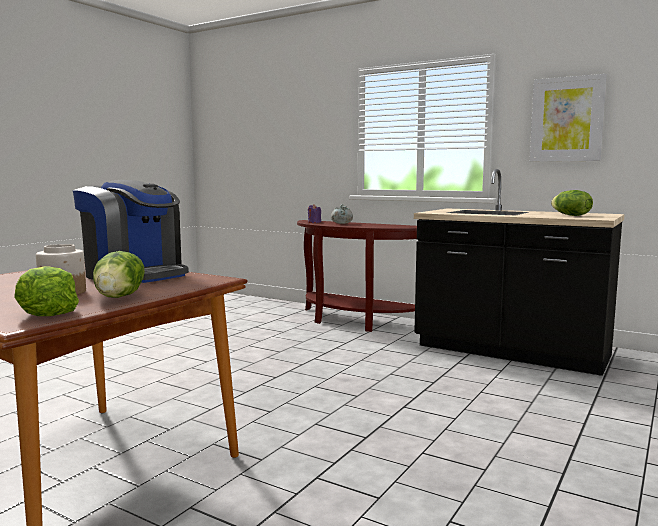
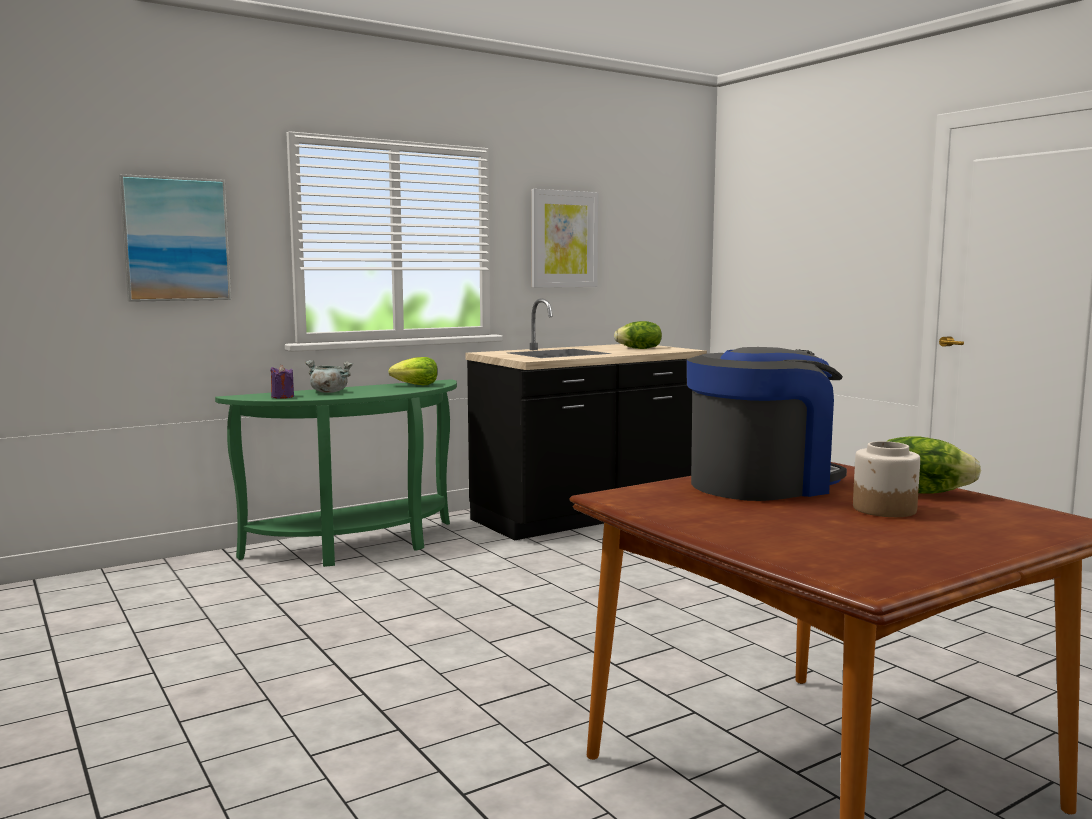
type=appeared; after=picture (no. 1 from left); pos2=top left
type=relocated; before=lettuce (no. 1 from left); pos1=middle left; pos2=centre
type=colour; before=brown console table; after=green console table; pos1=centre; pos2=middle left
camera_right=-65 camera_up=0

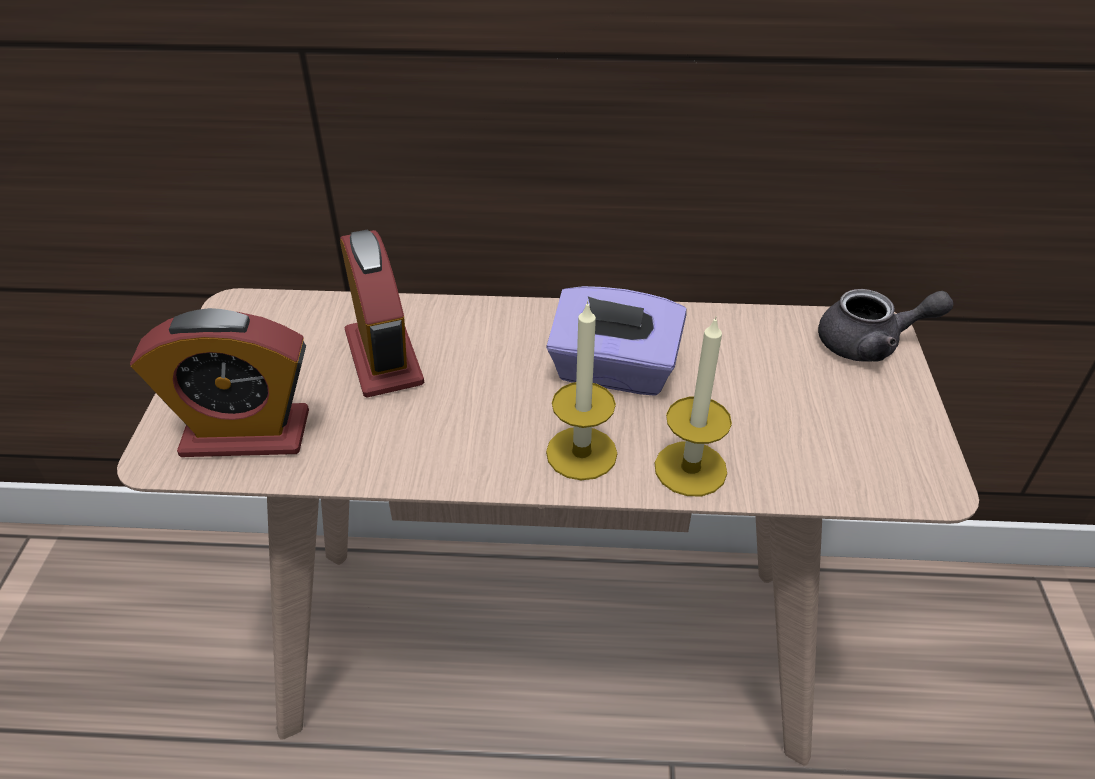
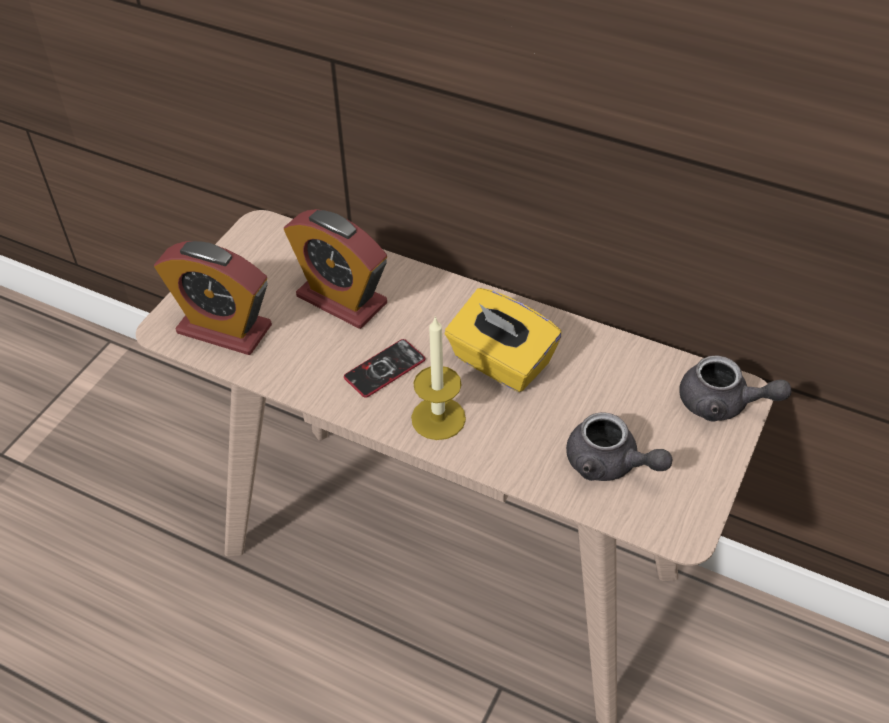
type=missing; before=candle (no. 2 from left); pos1=centre
type=appeared; after=phone; pos2=centre
type=appeared; after=grey teapot (no. 1 from left); pos2=middle right
type=colour; before=purple tissue box; after=yellow tissue box; pos1=centre; pos2=centre
type=spun; before=alarm clock (no. 2 from left); pos1=centre; pos2=centre; turn=120
camera_right=25 camera_up=5

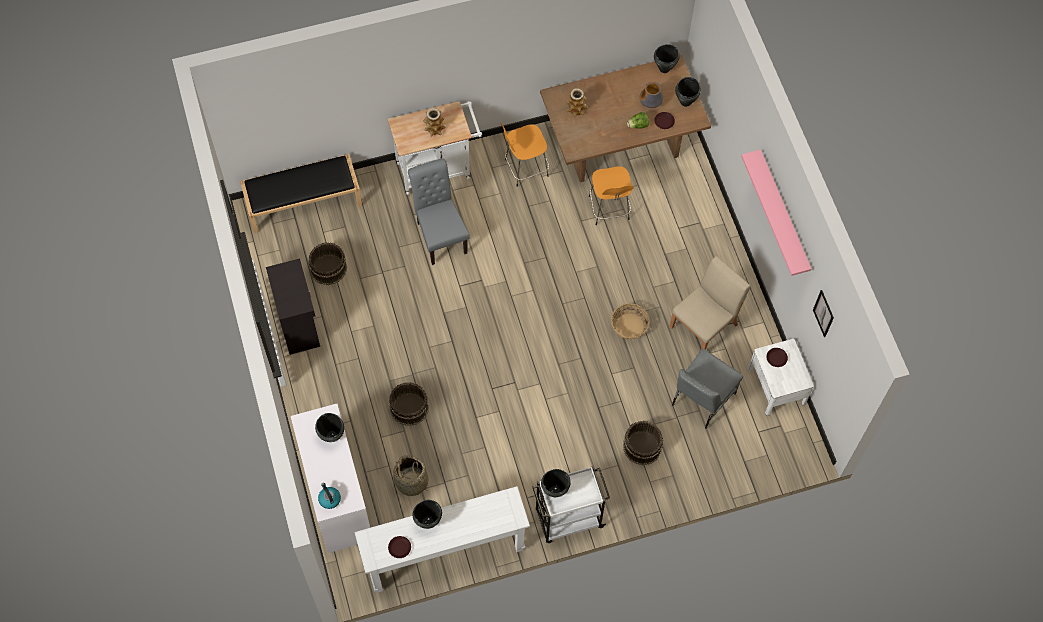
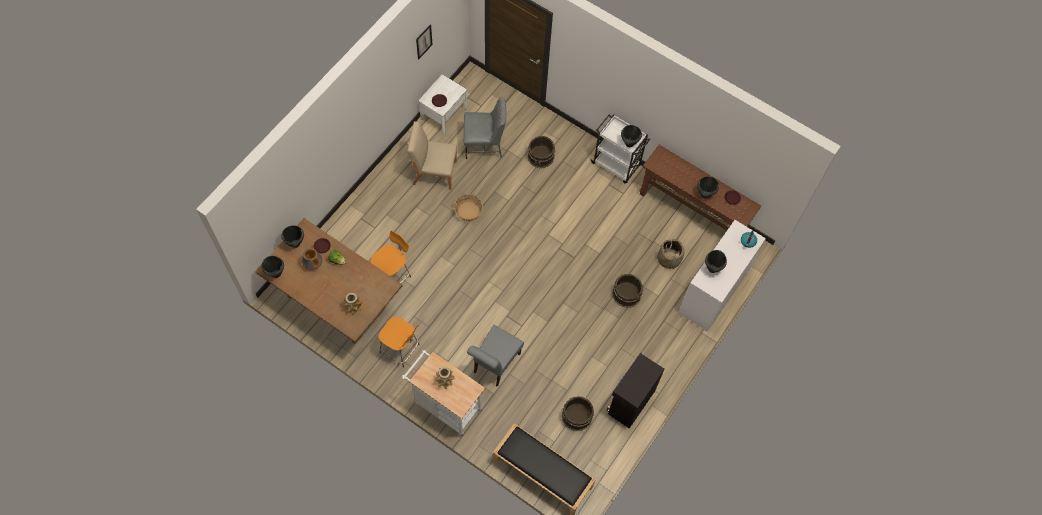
type=missing; before=pink shelf; pos1=middle right
type=colour; before=white console table; after=brown console table; pos1=bottom centre; pos2=middle right
camera_right=-130 camera_up=0

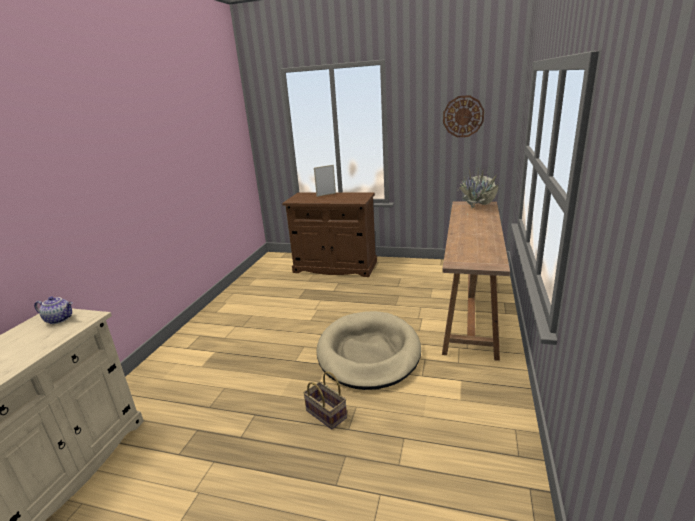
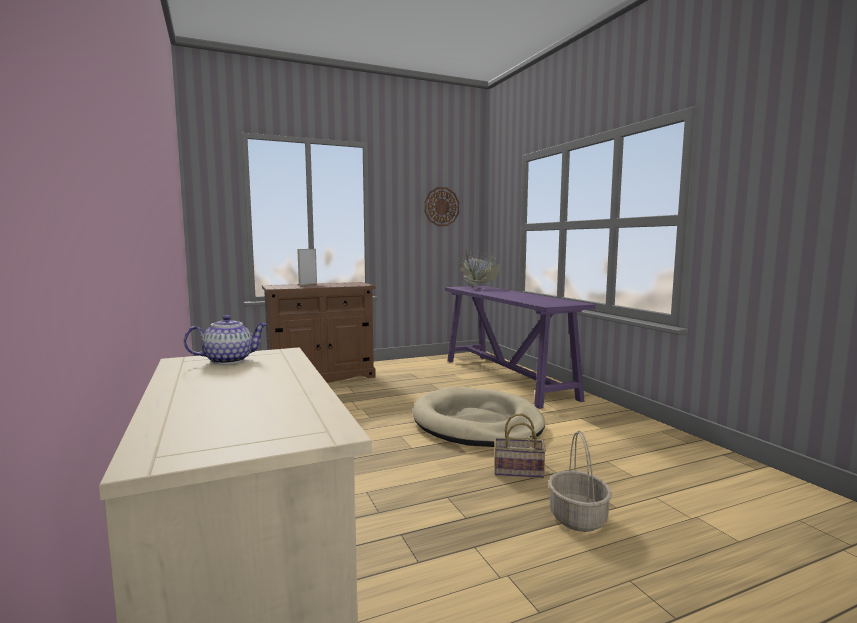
type=appeared; after=basket (no. 2 from left); pos2=bottom right
type=colour; before=brown console table; after=purple console table; pos1=middle right; pos2=centre
camera_right=-40 camera_up=-15

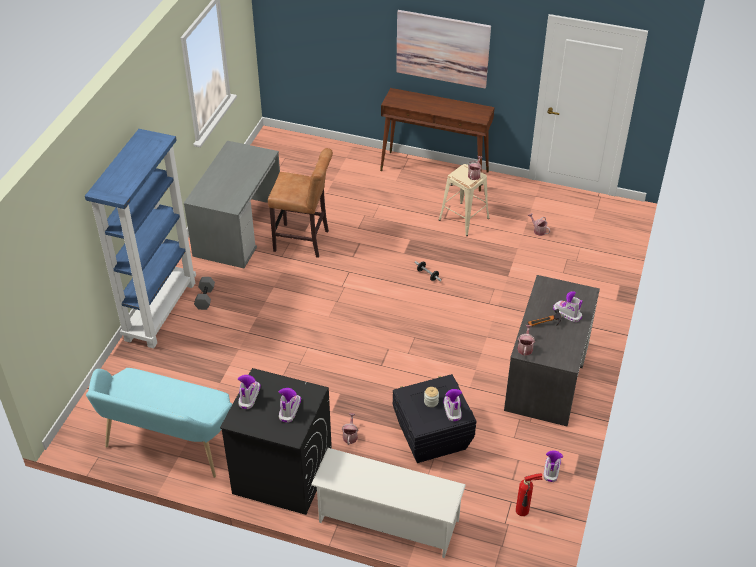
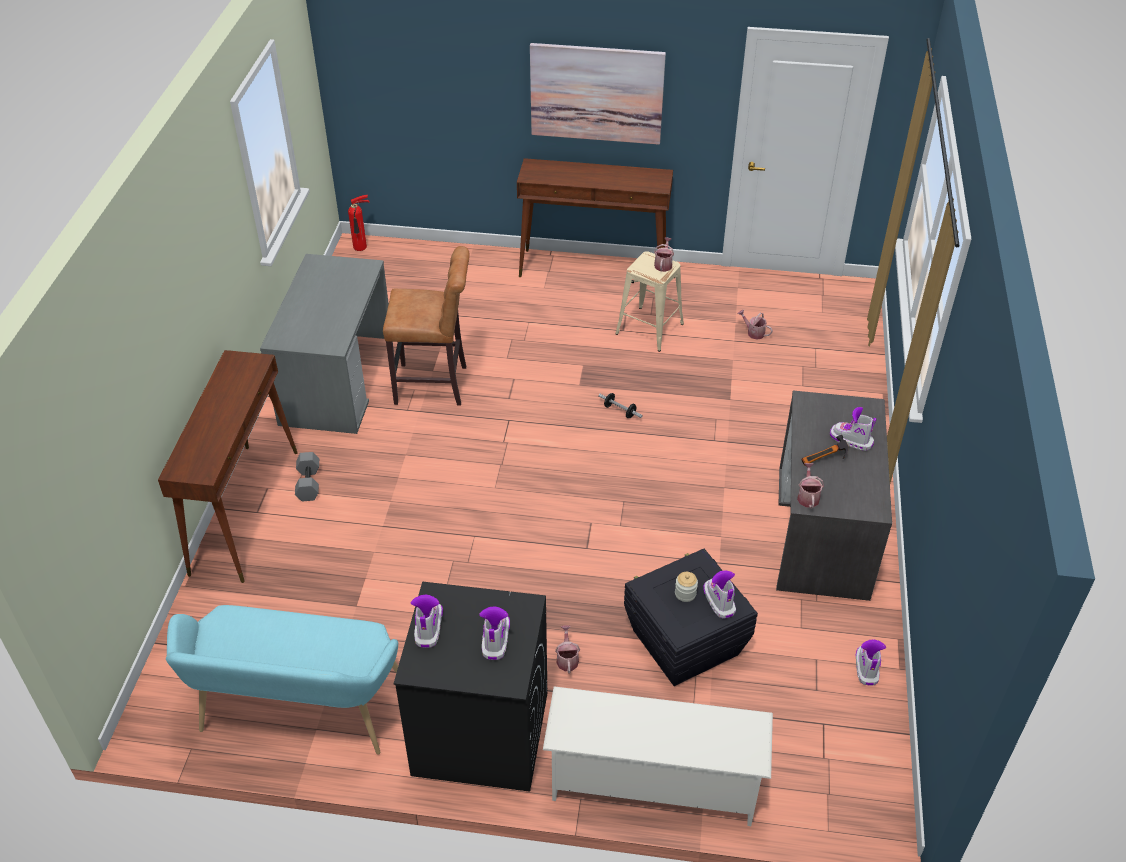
type=relocated; before=fire extinguisher; pos1=bottom right; pos2=top left
type=exchanged; before=blue bookcase; after=brown console table (no. 1 from left); pos1=middle left; pos2=middle left
camera_right=-10 camera_up=0

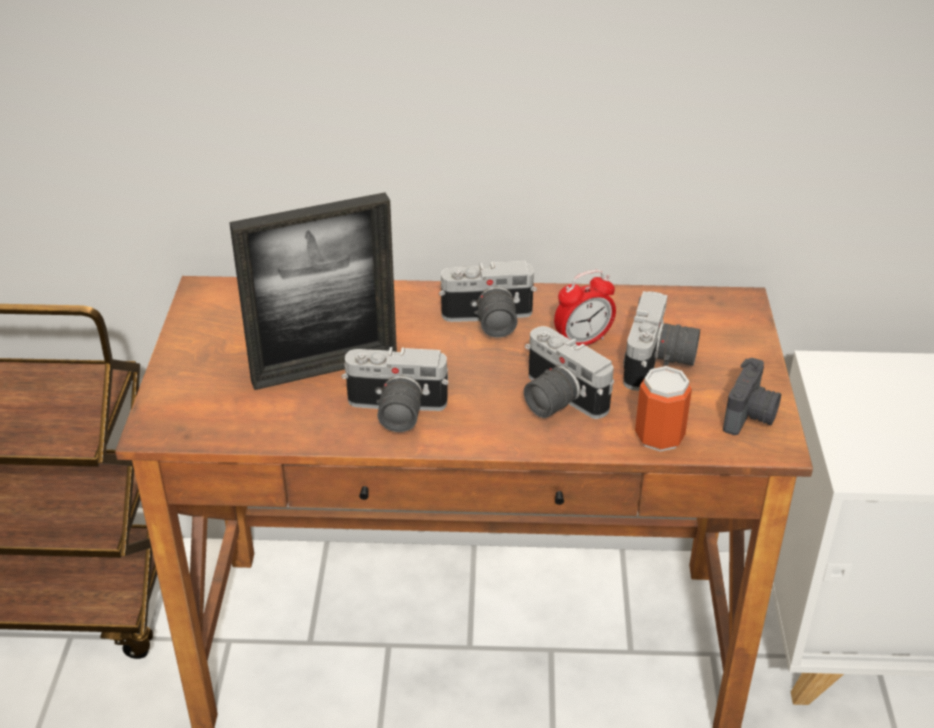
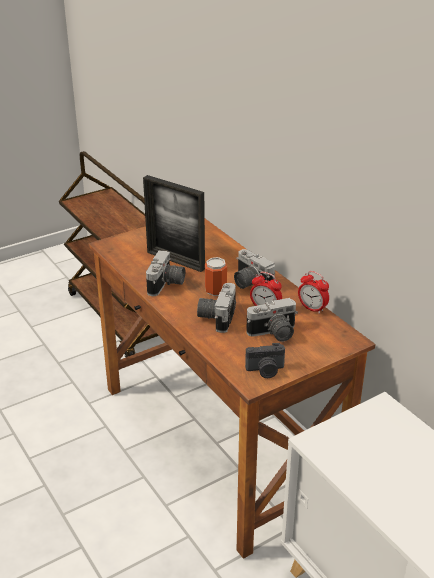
type=appeared; after=alarm clock (no. 2 from left); pos2=middle right
type=relocated; before=can; pos1=middle right; pos2=centre
type=spun; before=photo camera (no. 1 from left); pos1=centre; pos2=centre; turn=-135
camera_right=55 camera_up=-5

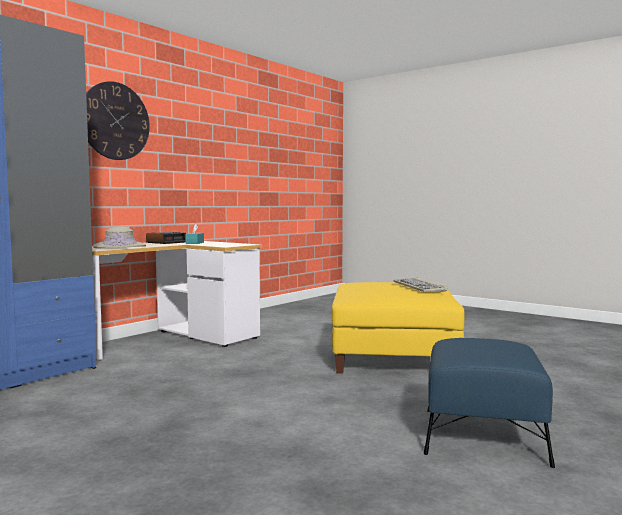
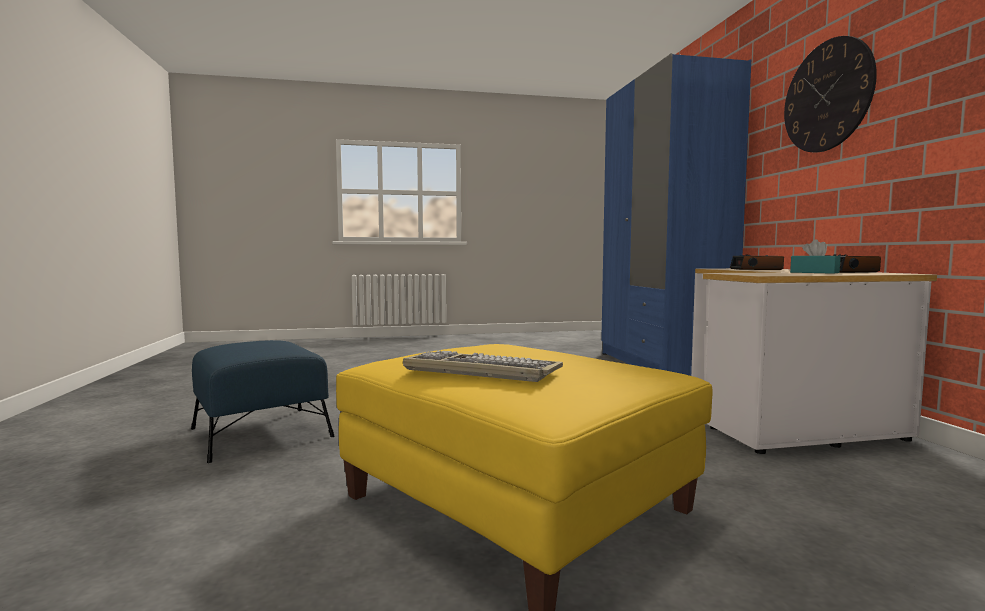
type=exchanged; before=beige hat; after=alarm clock (no. 1 from left); pos1=middle left; pos2=middle right
camera_right=130 camera_up=0

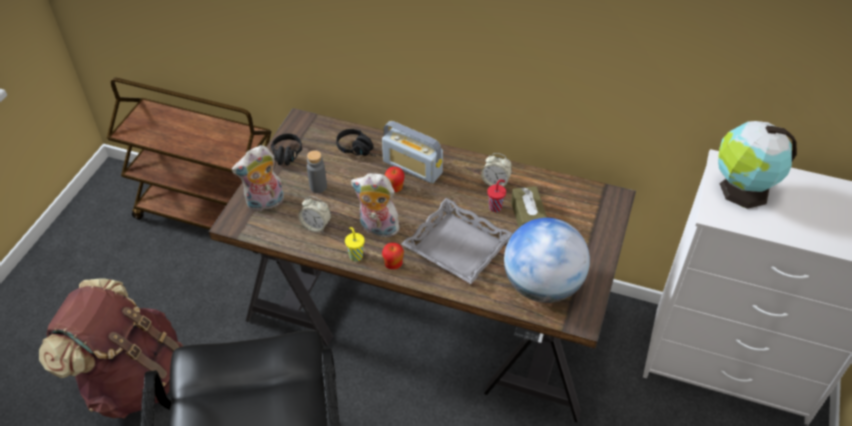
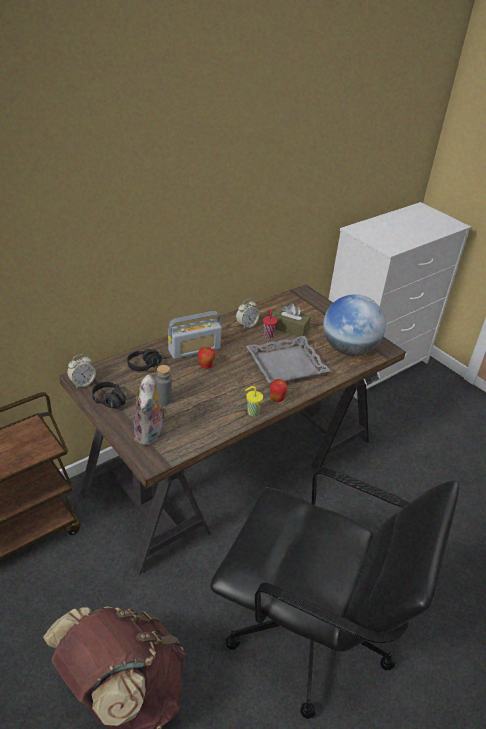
type=missing; before=plush toy (no. 2 from left); pos1=centre
type=missing; before=globe (no. 2 from left); pos1=middle right
type=relocated; before=alarm clock (no. 1 from left); pos1=centre; pos2=middle left
camera_right=-60 camera_up=-10

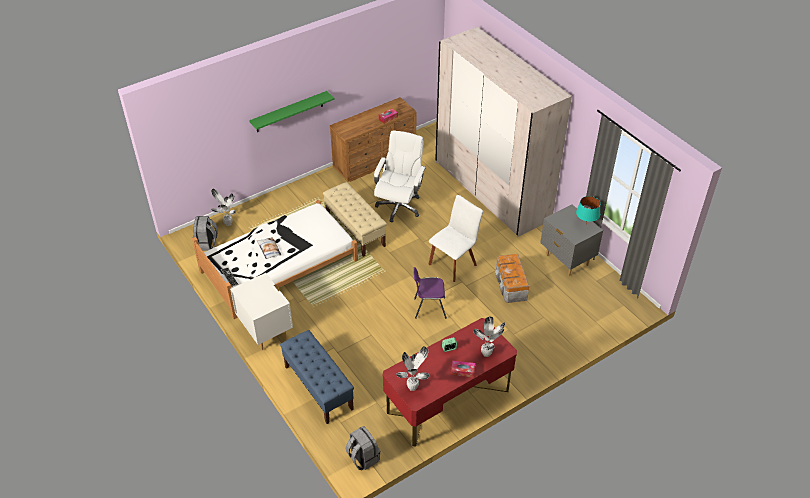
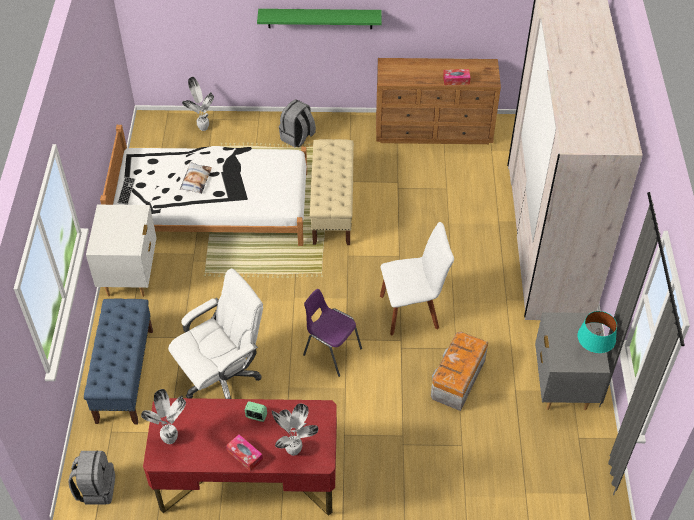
type=relocated; before=grey backpack (no. 1 from left in the first image); after=grey backpack (no. 2 from left); pos1=middle left; pos2=top centre
type=relocated; before=white office chair; pos1=centre; pos2=middle left
camera_right=35 camera_up=5

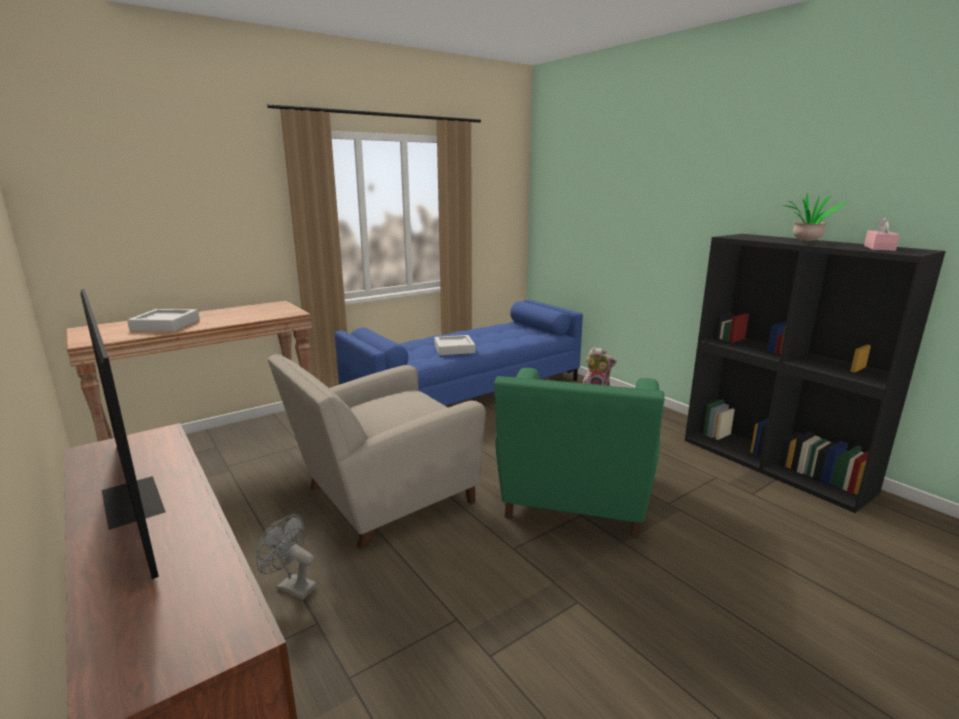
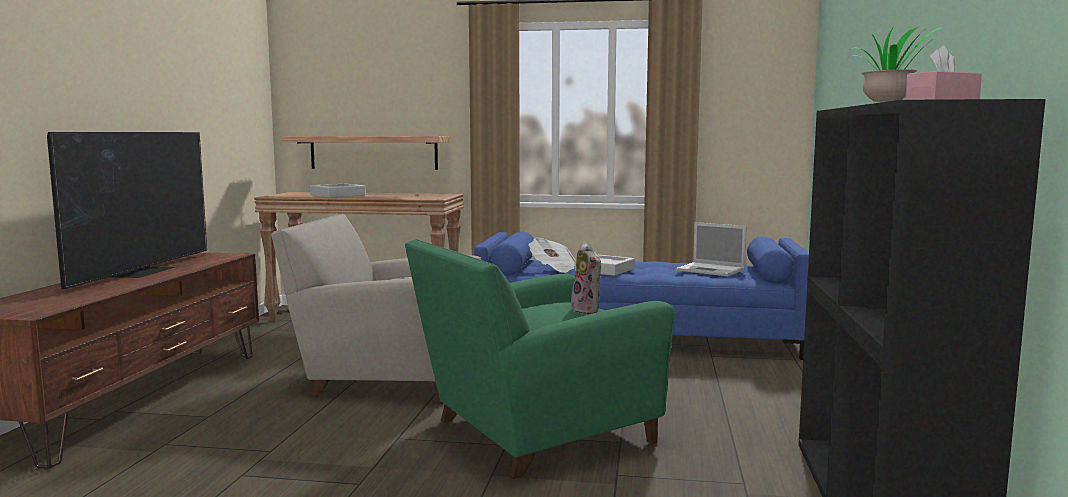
type=missing; before=grey fan; pos1=bottom left
type=appeared; after=shelf; pos2=top centre
type=appeared; after=newspaper; pos2=centre
type=appeared; after=laptop; pos2=centre
camera_right=45 camera_up=-10

